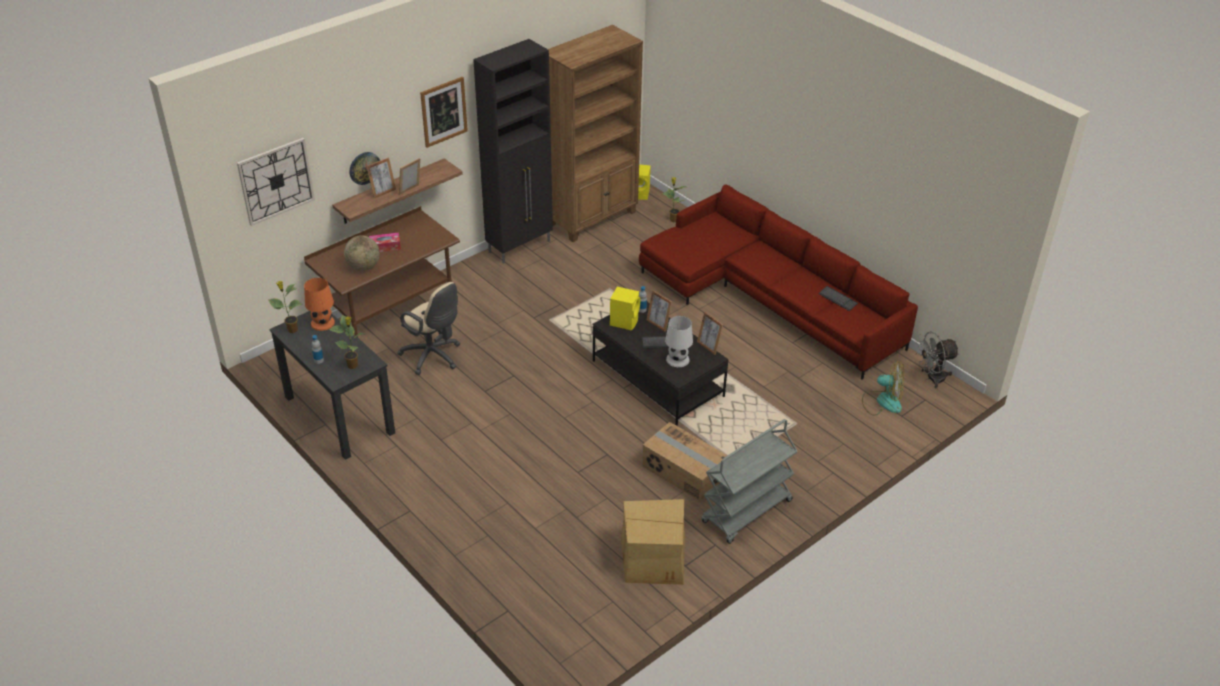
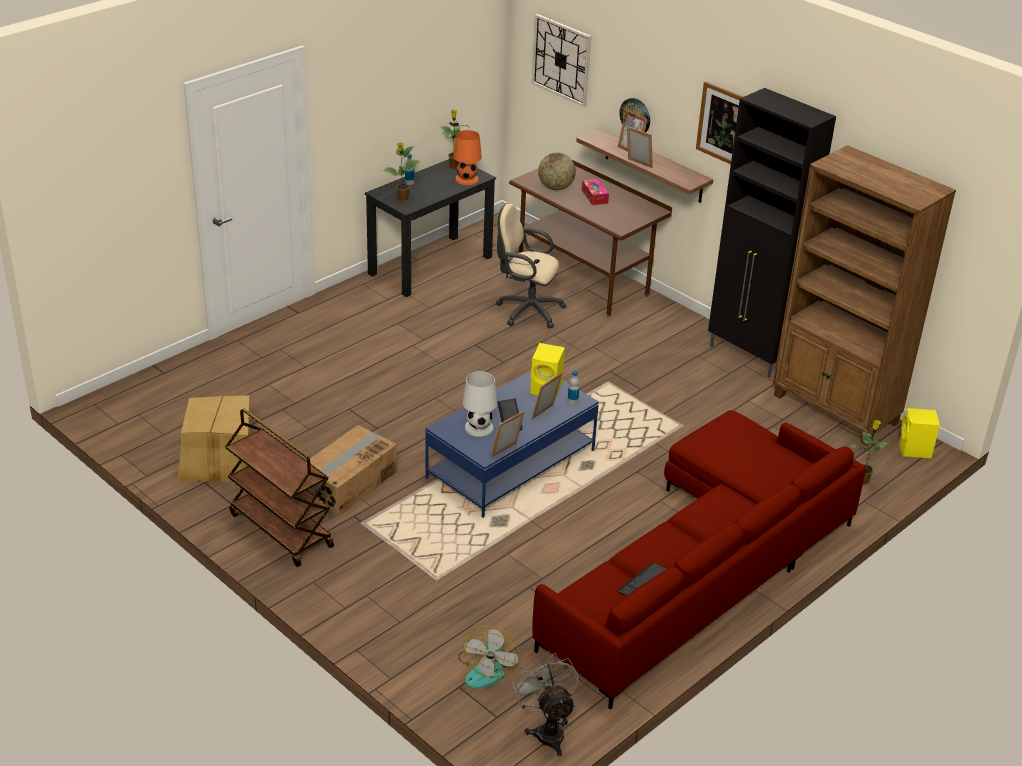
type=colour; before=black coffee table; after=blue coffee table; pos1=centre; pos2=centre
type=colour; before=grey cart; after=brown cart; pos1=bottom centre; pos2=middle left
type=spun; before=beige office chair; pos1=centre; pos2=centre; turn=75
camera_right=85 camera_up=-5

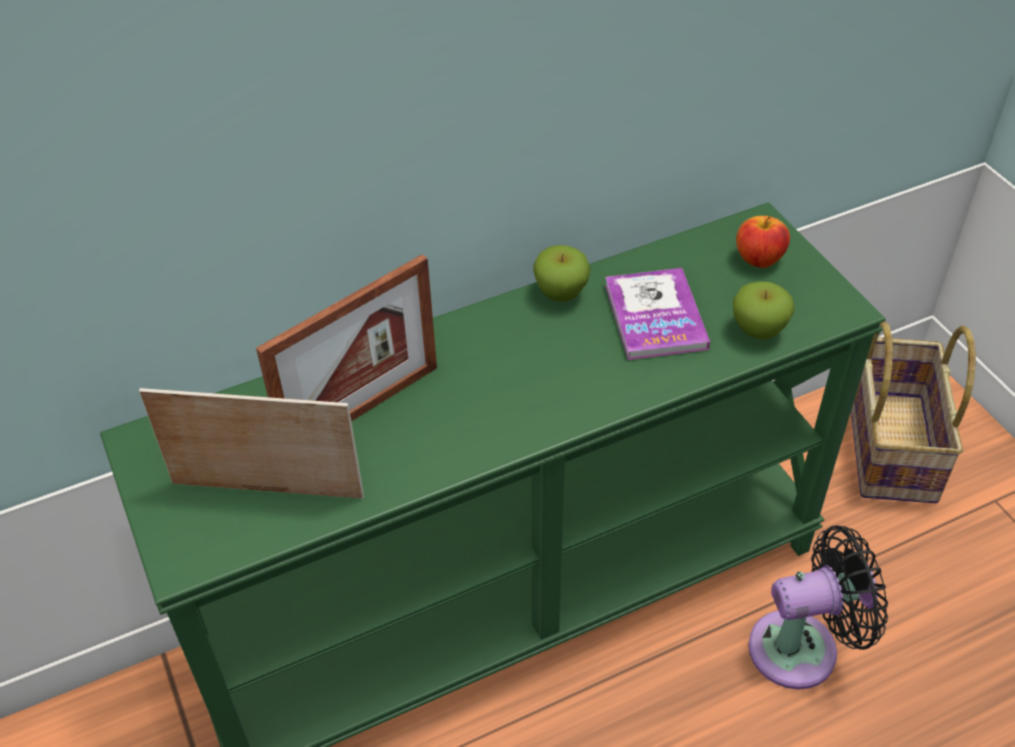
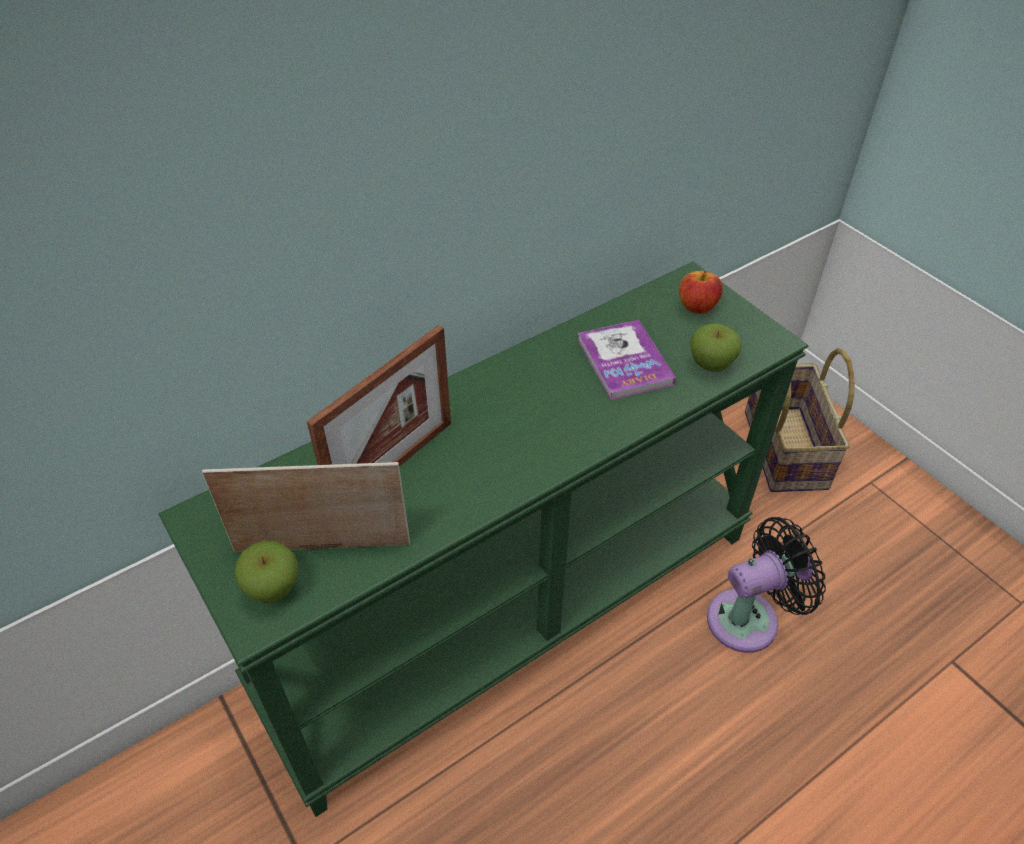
type=relocated; before=apple (no. 1 from left); pos1=centre; pos2=bottom left
camera_right=-10 camera_up=0

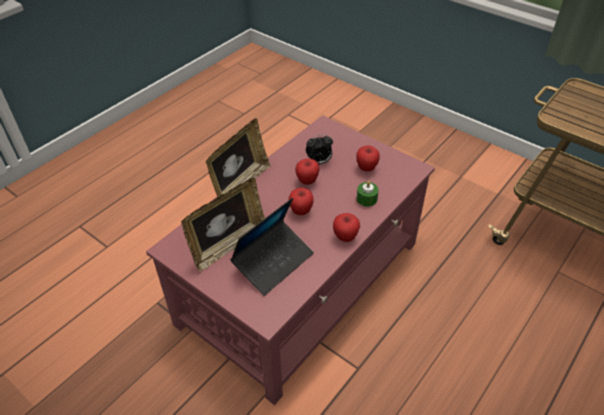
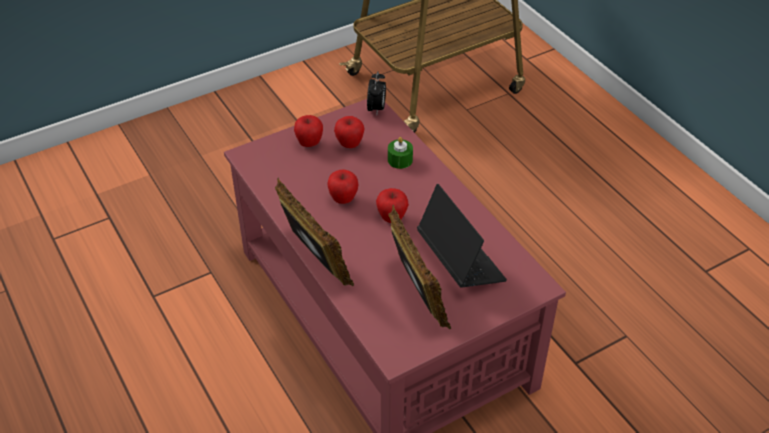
type=relocated; before=alarm clock; pos1=centre; pos2=top centre
type=relocated; before=apple (no. 3 from left in the first image); after=apple (no. 1 from left); pos1=centre; pos2=top centre
camera_right=-70 camera_up=0

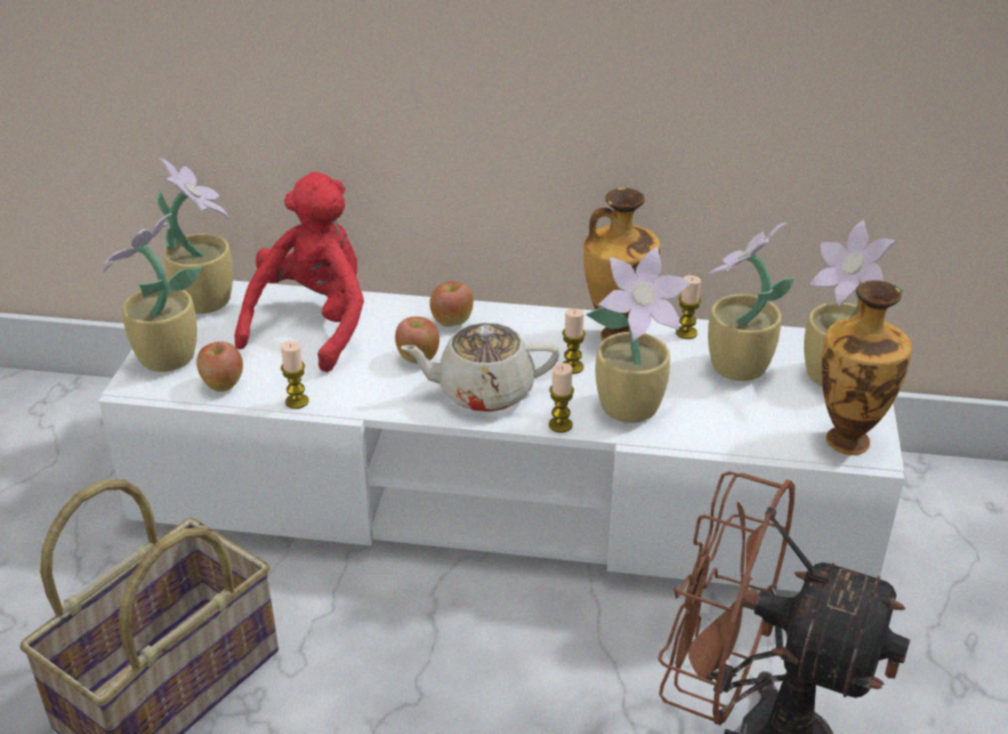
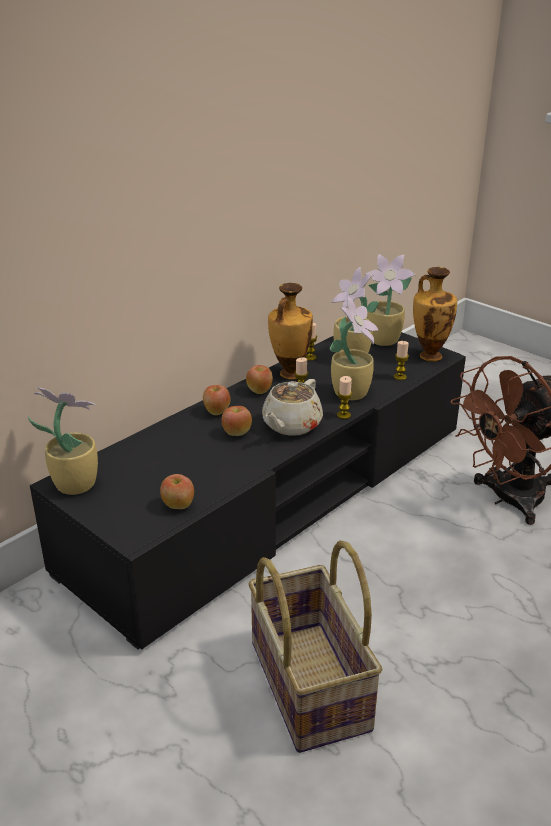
type=missing; before=potted plant (no. 1 from left); pos1=middle left
type=missing; before=red plush toy; pos1=middle left
type=appeared; after=apple (no. 4 from left); pos2=centre
type=relocated; before=candle (no. 1 from left in the first image); after=candle (no. 4 from left); pos1=middle left; pos2=middle right
type=colour; before=white tv stand; after=black tv stand; pos1=centre; pos2=centre
camera_right=-55 camera_up=-5

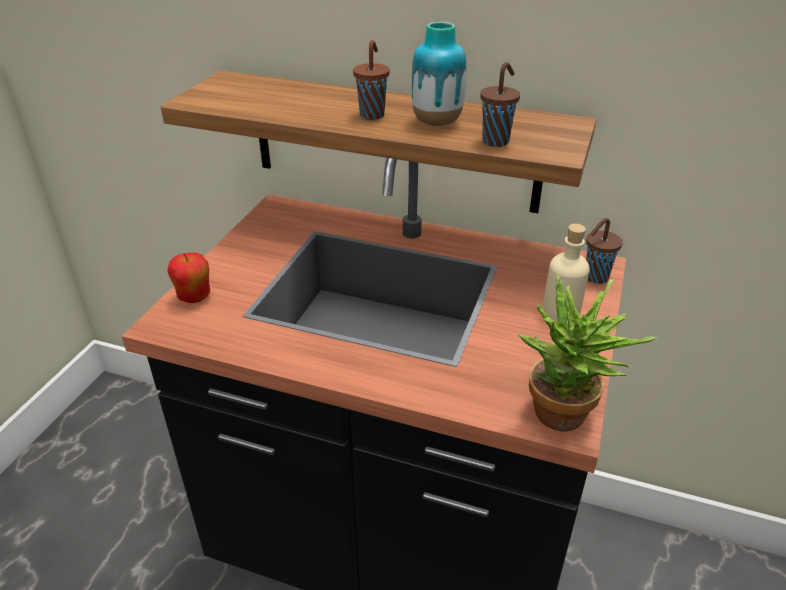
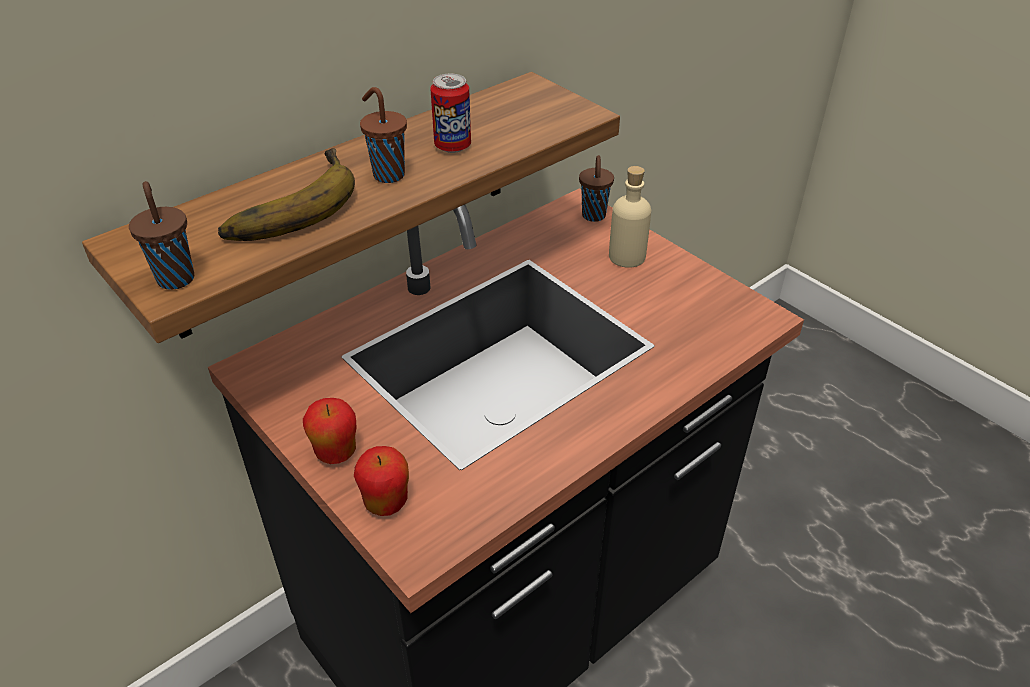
type=missing; before=potted plant; pos1=middle right
type=appeared; after=banana; pos2=top left
type=appeared; after=apple (no. 1 from left); pos2=middle left
type=relocated; before=brown cup (no. 2 from left in the first image); after=brown cup (no. 1 from left); pos1=top centre; pos2=middle left
type=exchanged; before=vase; after=can; pos1=top centre; pos2=top centre
camera_right=-60 camera_up=5

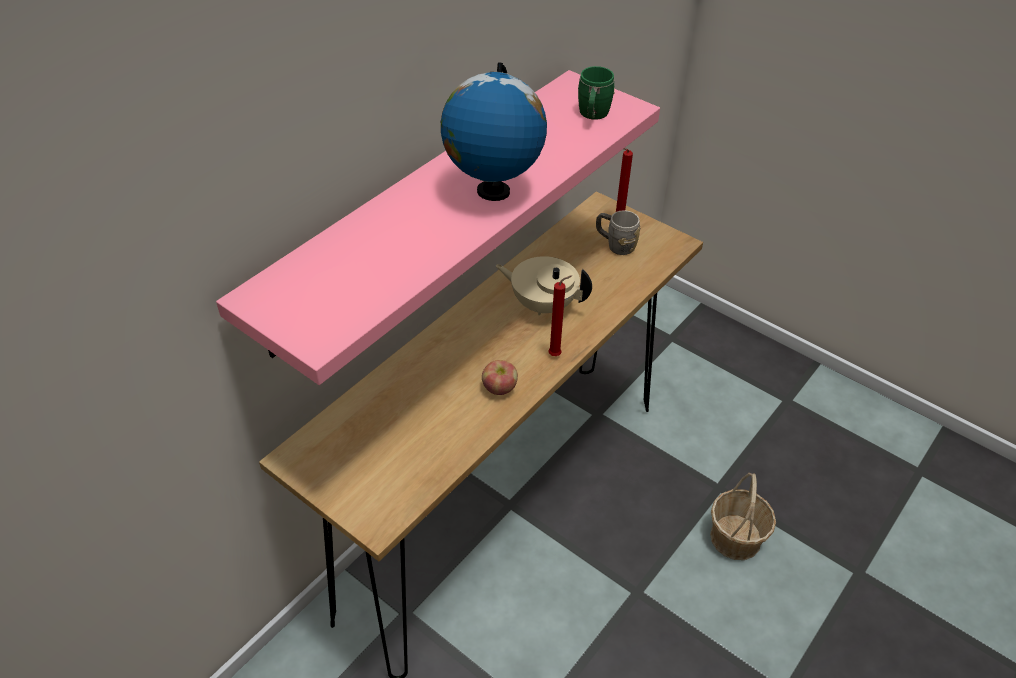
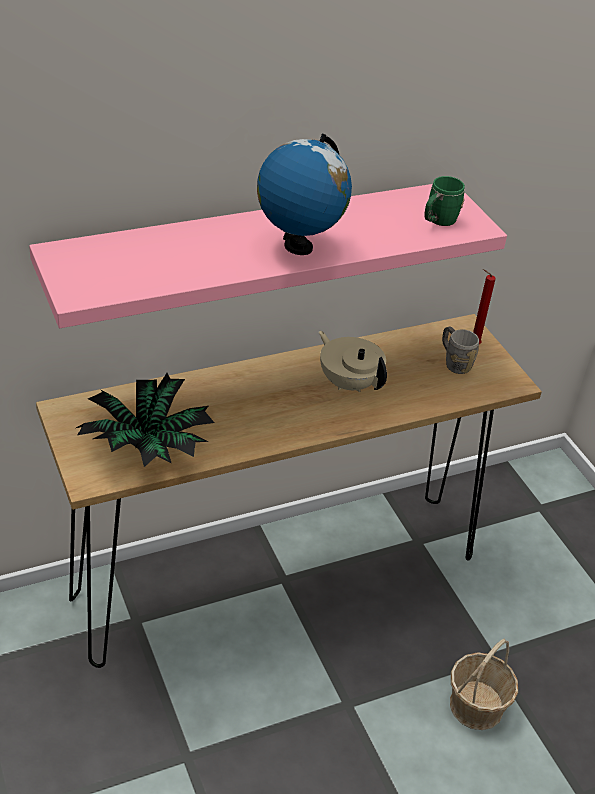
type=missing; before=apple; pos1=centre
type=missing; before=red candle (no. 1 from left); pos1=centre
type=appeared; after=potted plant; pos2=middle left
camera_right=25 camera_up=-5

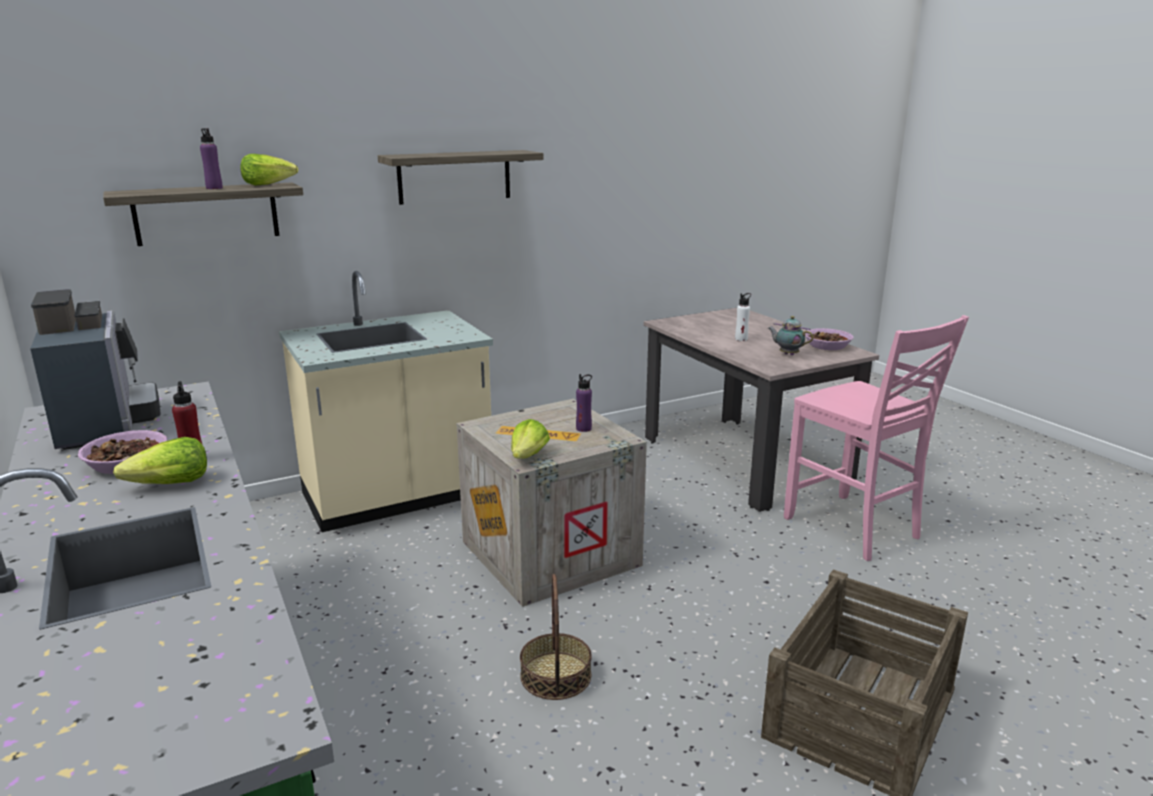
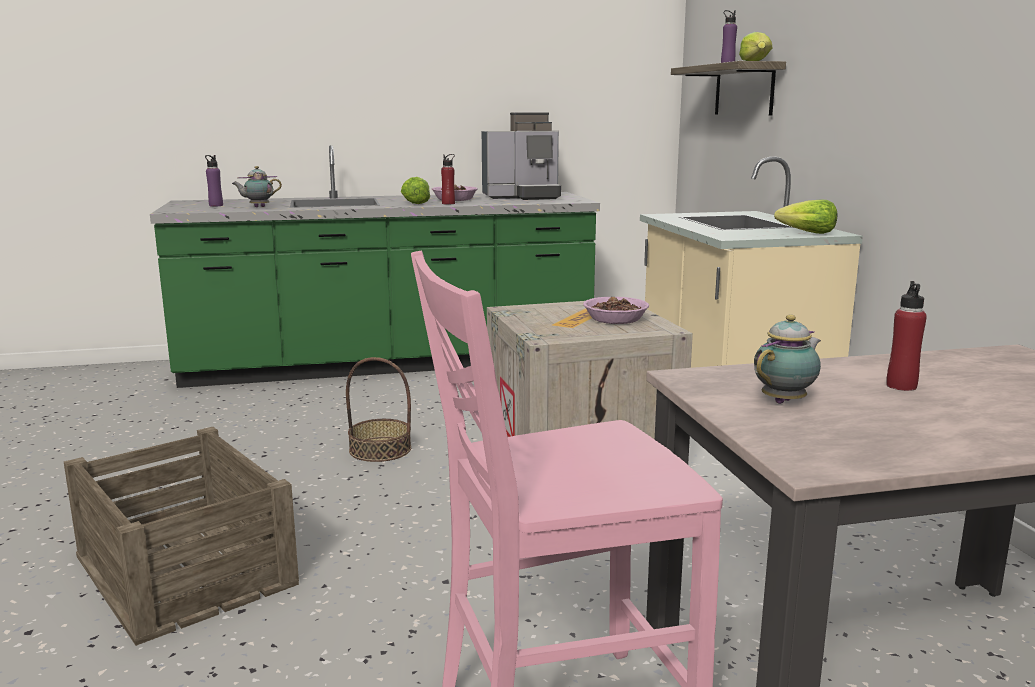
type=missing; before=shelf (no. 2 from left); pos1=top centre
type=appeared; after=teapot (no. 1 from left); pos2=top left
type=relocated; before=lettuce (no. 3 from left); pos1=centre; pos2=top right
type=relocated; before=purple bottle (no. 2 from left in the first image); after=purple bottle (no. 1 from left); pos1=centre; pos2=top left
type=relocated; before=bowl (no. 2 from left); pos1=middle right; pos2=centre
type=colour; before=white bottle; after=red bottle (no. 2 from left); pos1=centre; pos2=middle right
camera_right=105 camera_up=-5

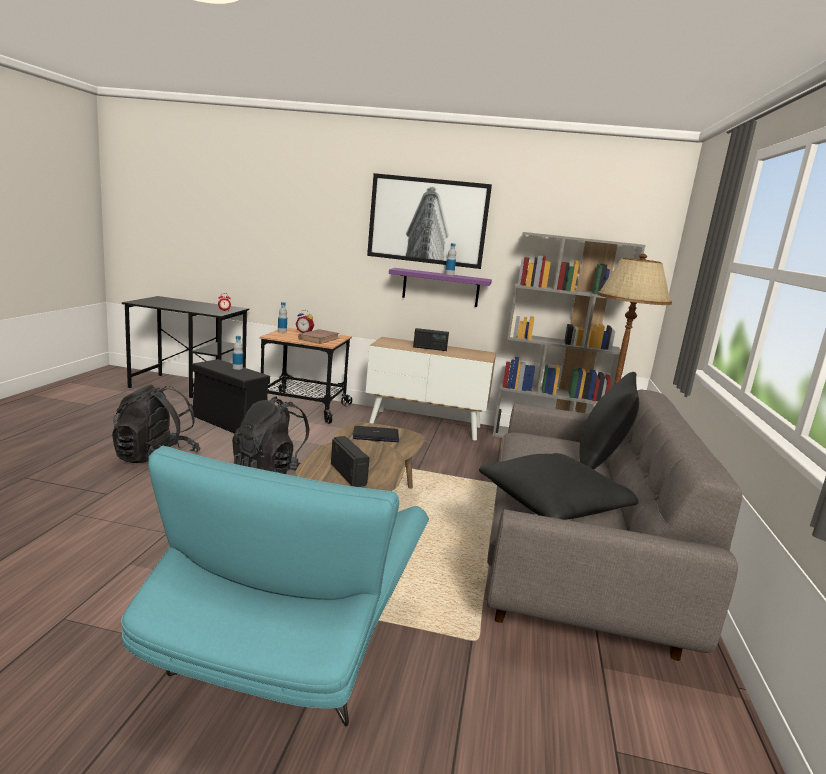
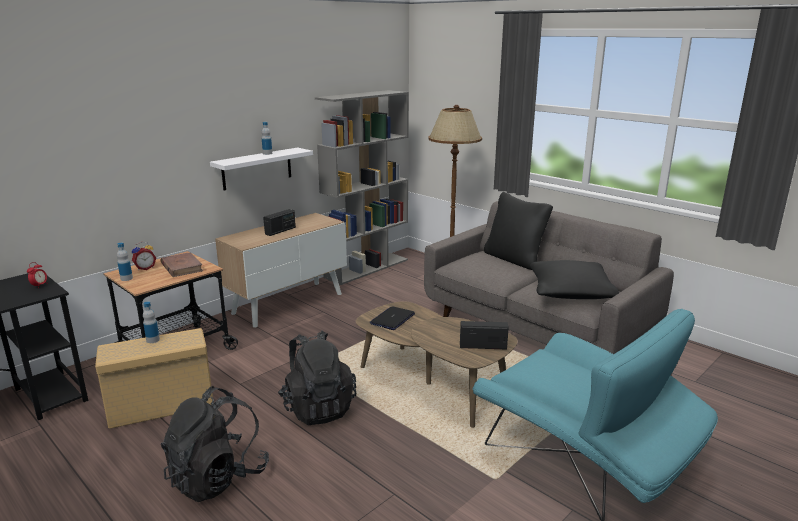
type=missing; before=picture; pos1=top centre
type=colour; before=black storage box; after=beige storage box; pos1=middle left; pos2=bottom left
type=colour; before=purple shelf; after=white shelf; pos1=centre; pos2=top left
camera_right=-55 camera_up=5

